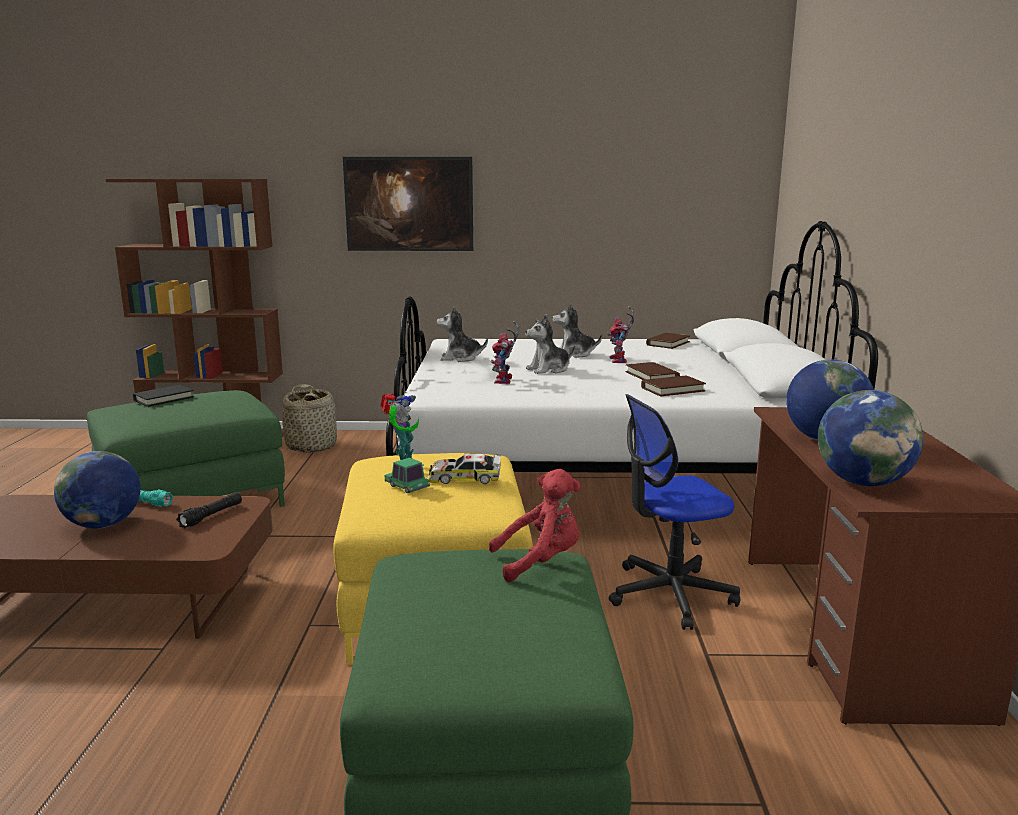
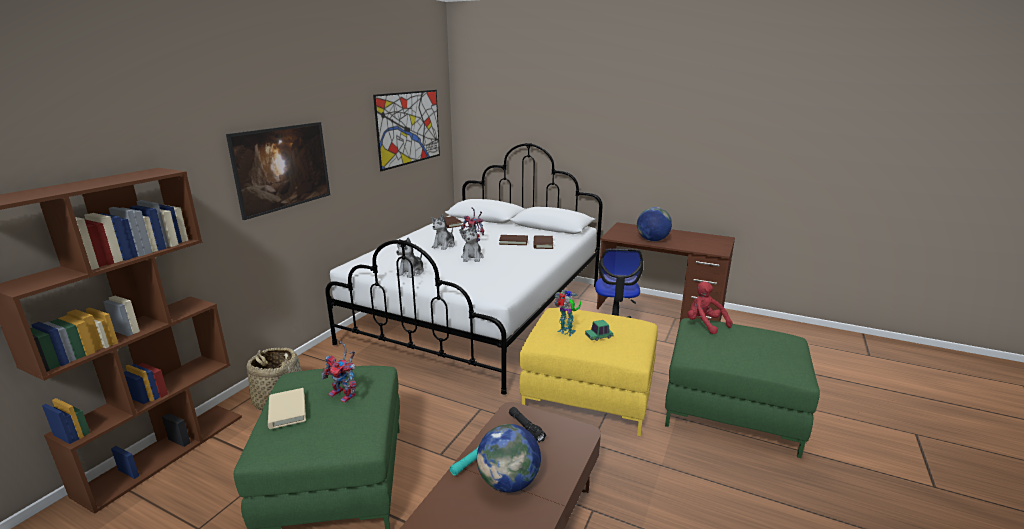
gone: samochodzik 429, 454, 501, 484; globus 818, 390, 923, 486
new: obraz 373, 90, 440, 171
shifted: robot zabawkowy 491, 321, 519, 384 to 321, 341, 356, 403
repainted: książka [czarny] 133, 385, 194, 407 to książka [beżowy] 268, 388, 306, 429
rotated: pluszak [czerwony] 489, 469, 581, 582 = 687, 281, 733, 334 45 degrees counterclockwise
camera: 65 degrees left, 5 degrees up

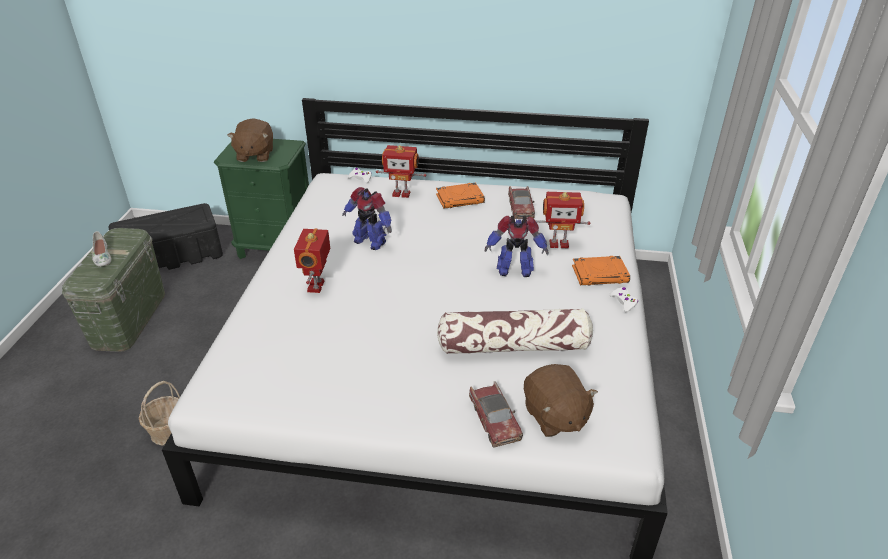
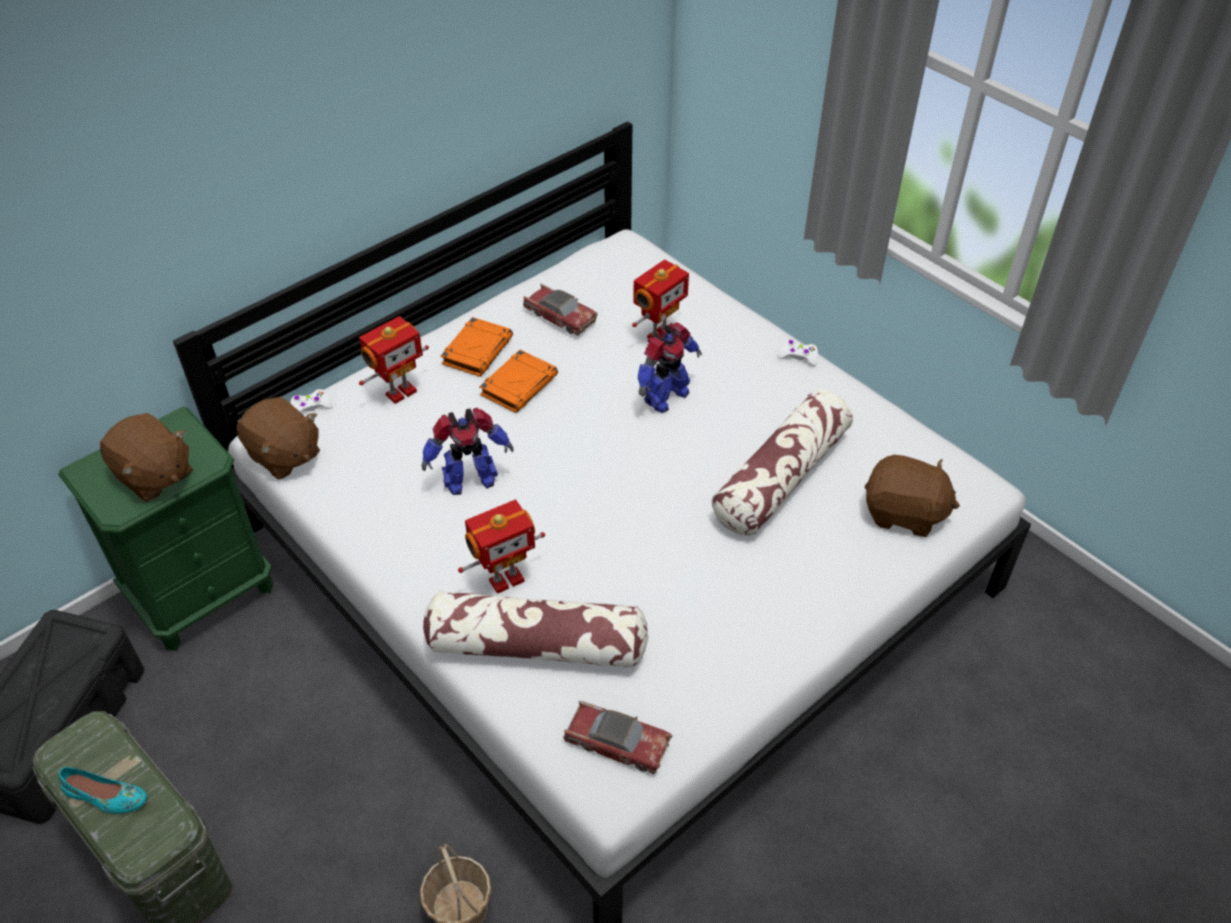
new: pluszak [brązowy] 236, 397, 320, 480; poduszka 423, 591, 648, 668
shifted: samochodzik 469, 381, 523, 448 to 563, 701, 672, 774; książka [pomarańczowy] 572, 256, 630, 286 to 479, 350, 558, 413
repainted: but [biały] 92, 231, 111, 267 to but [turkusowy] 58, 767, 147, 813
rotated: robot zabawkowy 294, 228, 330, 293 = 458, 500, 545, 594 75 degrees counterclockwise
camera: 50 degrees left, 10 degrees up

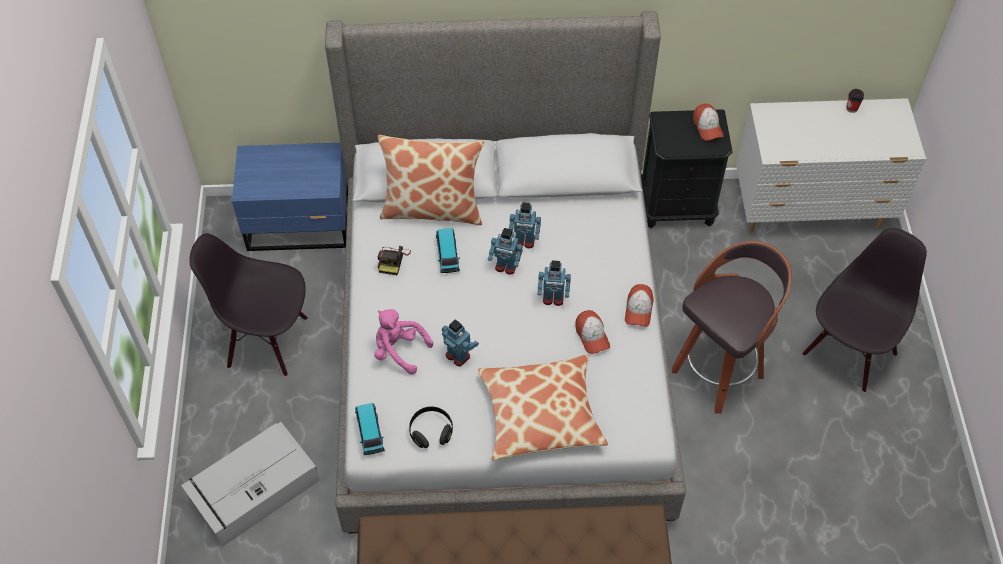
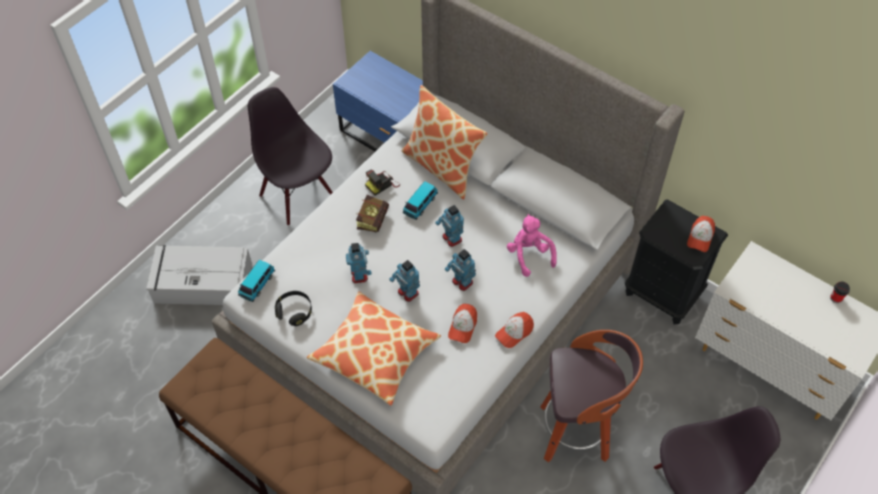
new: książka 356, 195, 389, 233
shifted: pluszak [różowy] 374, 309, 433, 375 to 507, 214, 557, 277; robot zabawkowy 509, 202, 541, 248 to 389, 260, 420, 302
camera: 40 degrees right, 0 degrees up

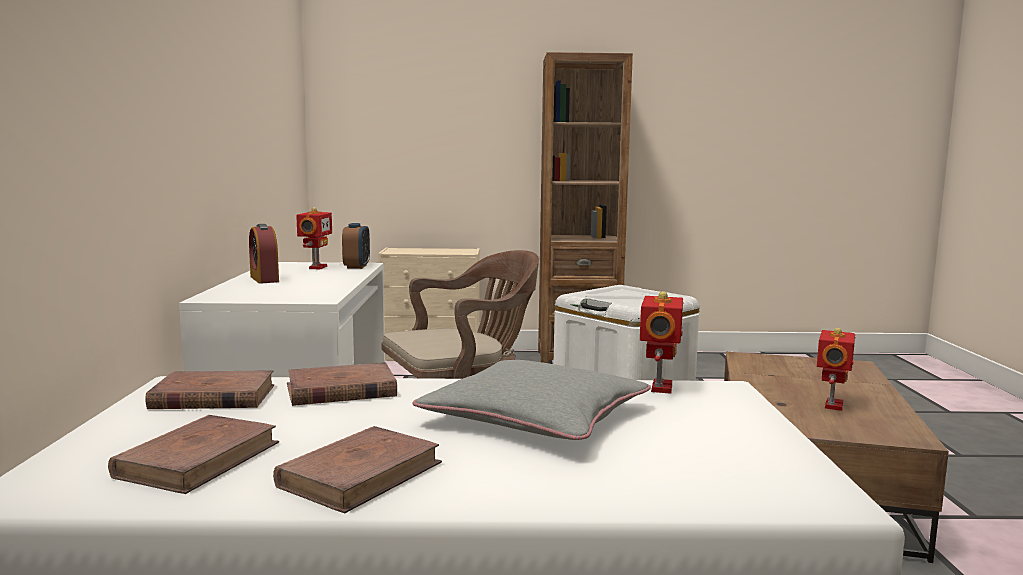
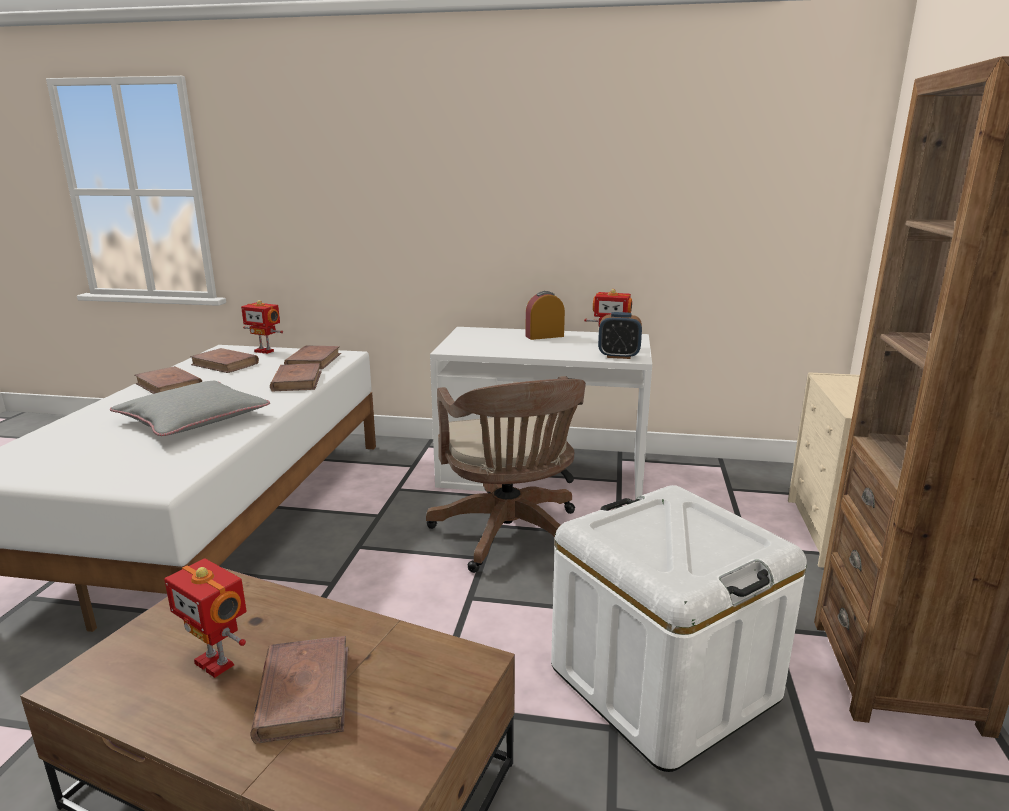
new: książka [brązowy] 250, 636, 349, 744
shifted: robot zabawkowy 640, 291, 684, 394 to 241, 300, 283, 354
camera: 100 degrees right, 10 degrees up

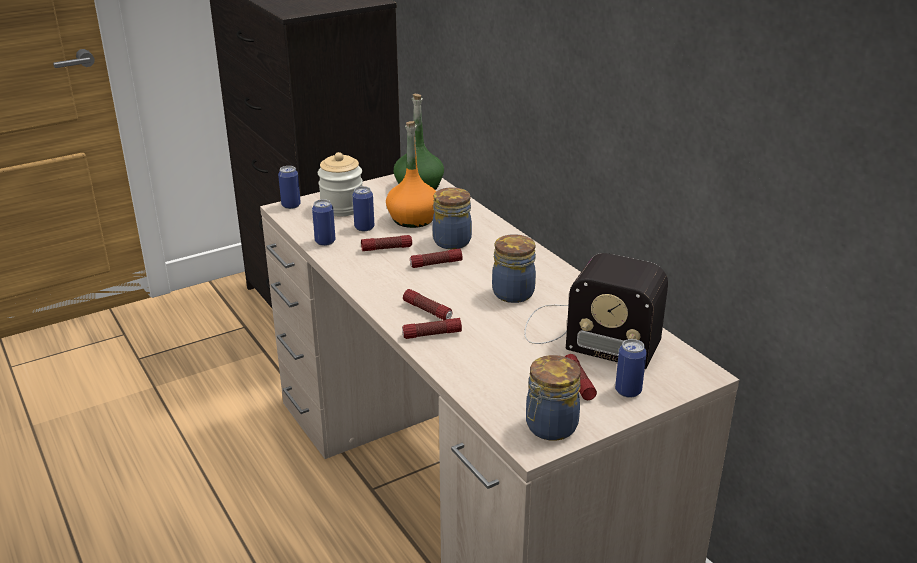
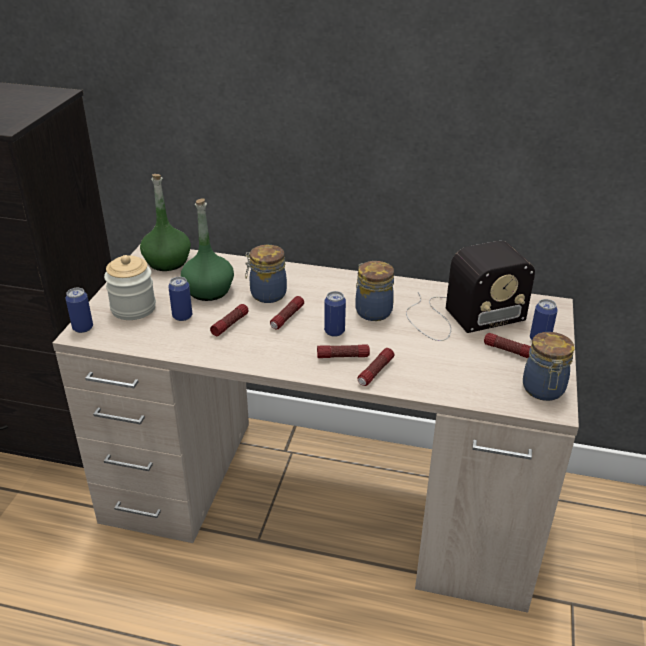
shifted: puszka 312, 199, 335, 246 to 324, 291, 346, 337
repainted: butelka [pomarańczowy] 386, 121, 436, 228 to butelka [zielony] 181, 199, 234, 301
camera: 45 degrees left, 5 degrees up

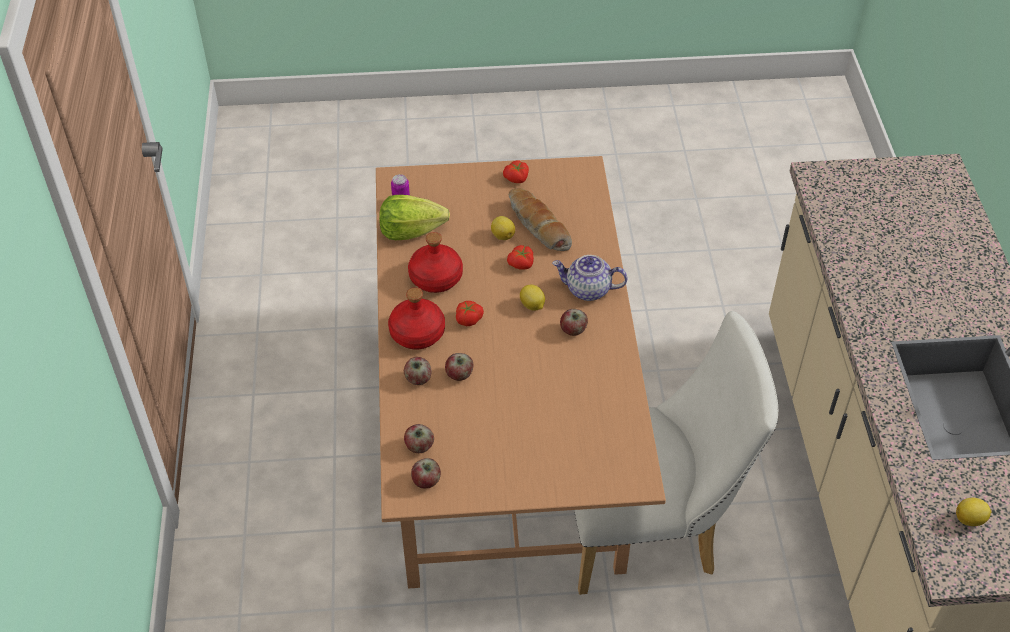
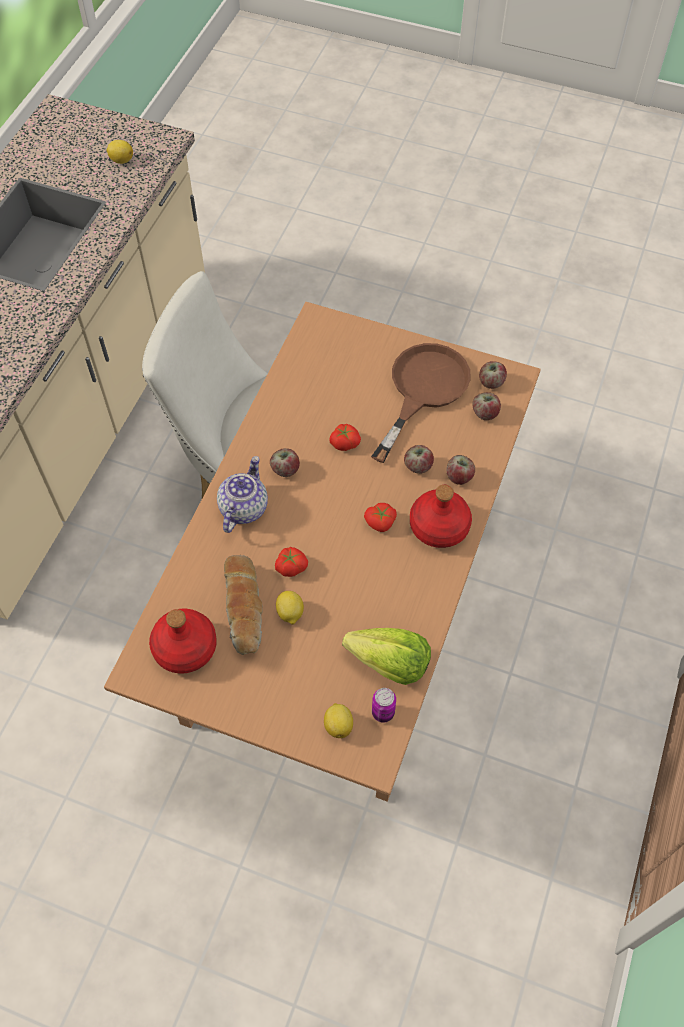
new: patelnia [brązowy] 371, 343, 471, 463
shifted: butelka [czerwony] 408, 232, 463, 293 to 149, 609, 217, 674; pomidor 503, 160, 529, 183 to 329, 424, 361, 451; cytryna 520, 285, 545, 311 to 324, 703, 353, 738
rotated: imbryk 552, 255, 627, 301 = 217, 456, 268, 533 105 degrees counterclockwise
camera: 155 degrees left, 10 degrees up

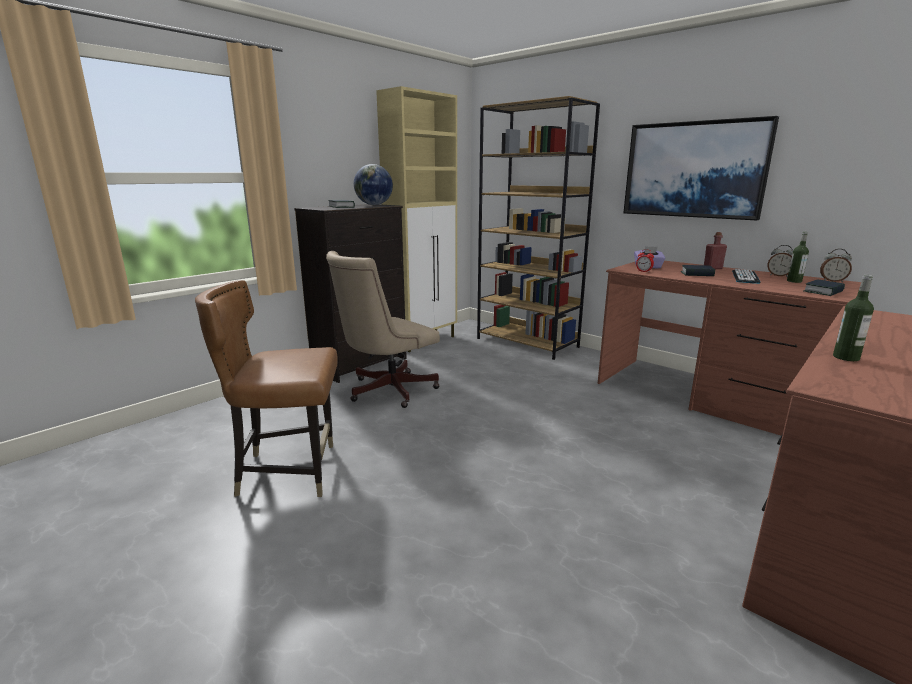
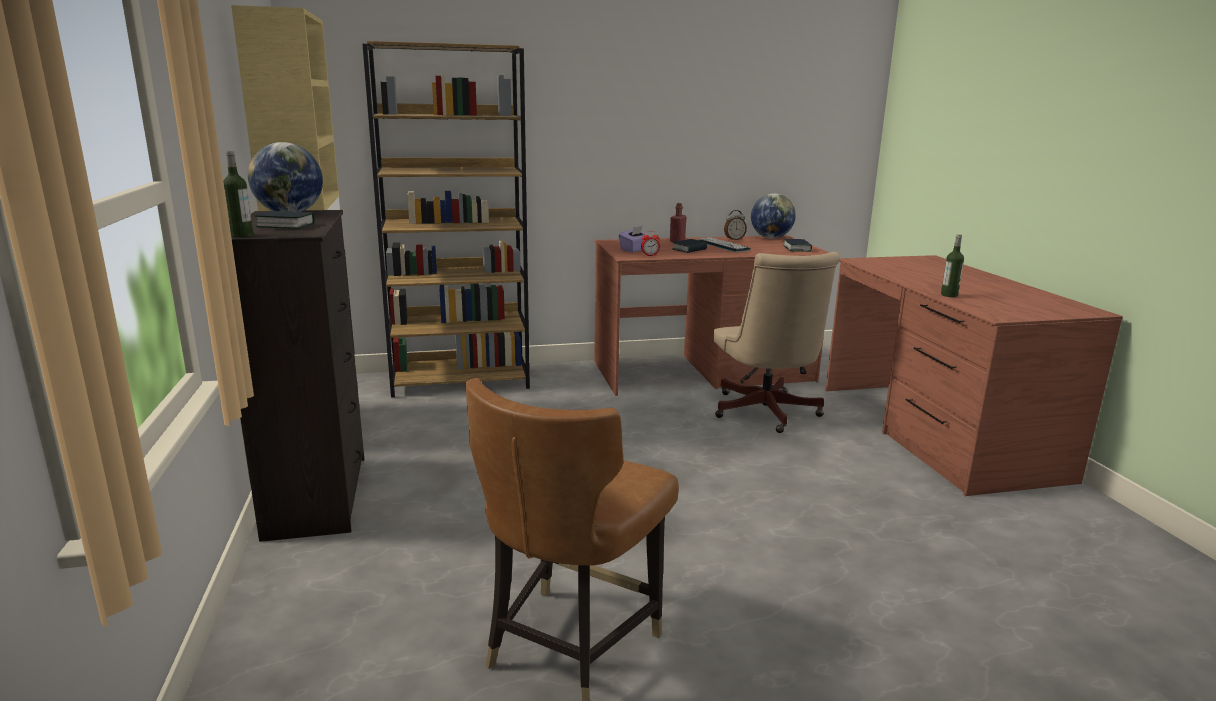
gone: obraz 623, 116, 779, 220
shifted: krzesło biurowe [beżowy] 326, 251, 440, 408 to 714, 252, 840, 433; butelka 787, 232, 809, 283 to 223, 151, 253, 237
swapped: budzik 820, 249, 852, 282 to globus 751, 194, 796, 239
camera: 55 degrees left, 0 degrees up

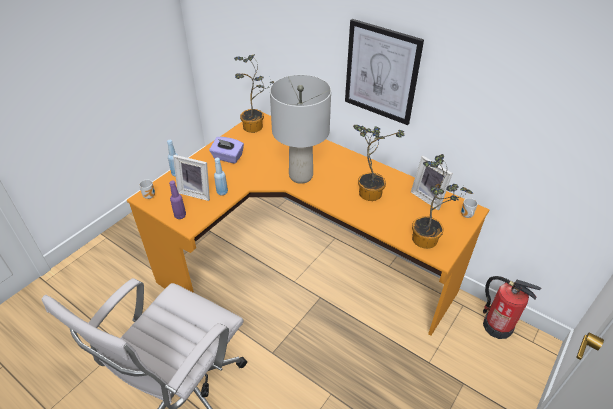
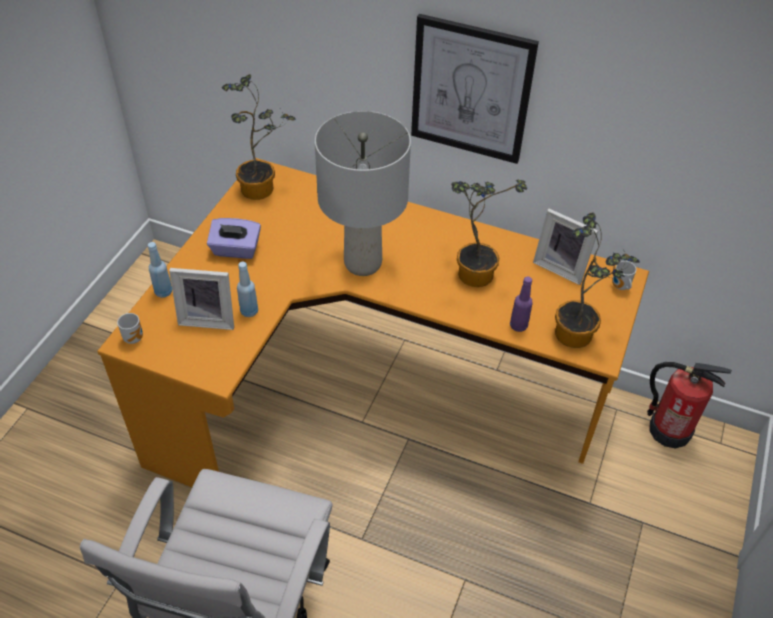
shifted: butelka [fioletowy] 169, 181, 186, 219 to 510, 276, 532, 332
camera: 15 degrees left, 5 degrees up

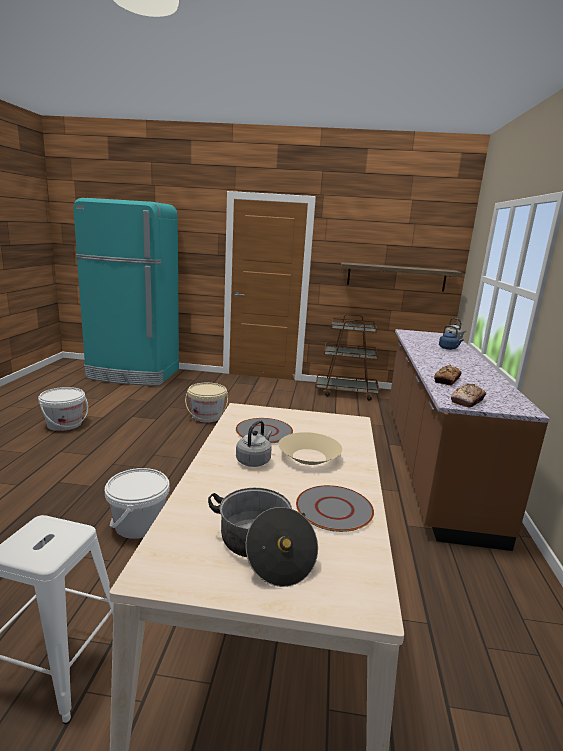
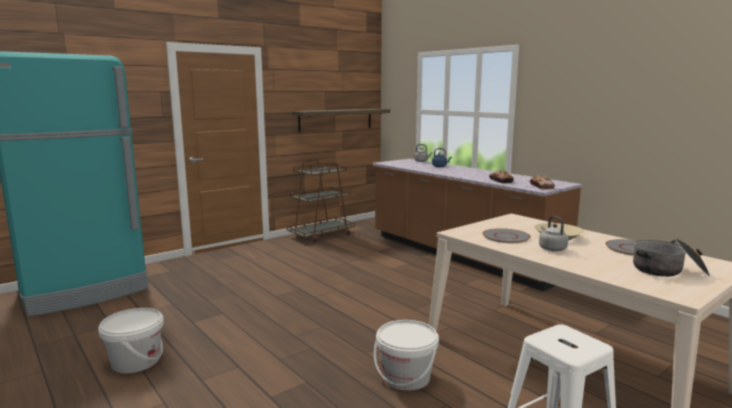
gone: wiadro [beżowy] 185, 383, 228, 423
camera: 45 degrees left, 5 degrees down

